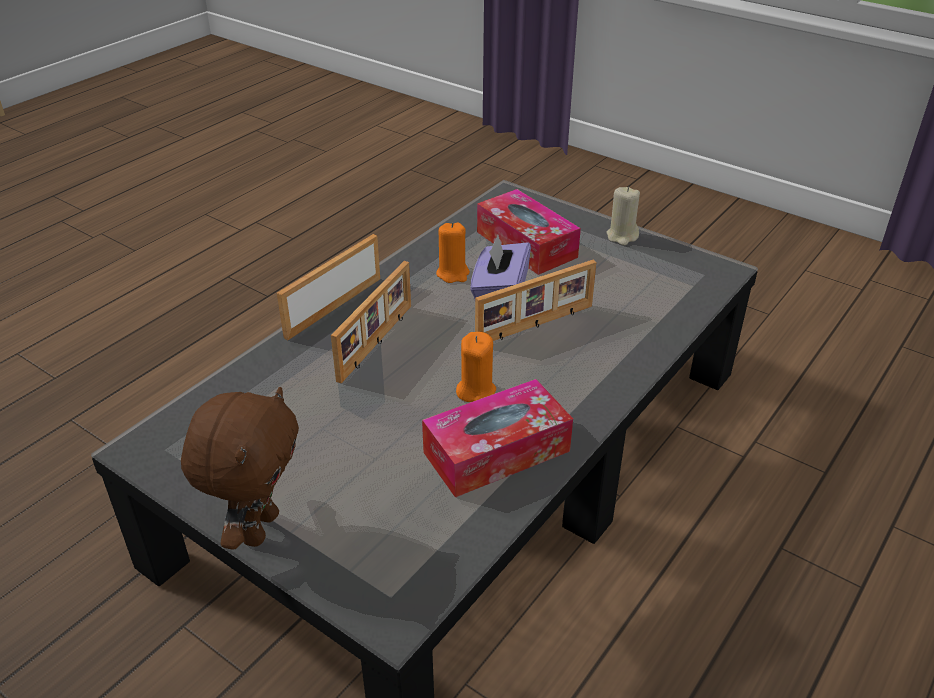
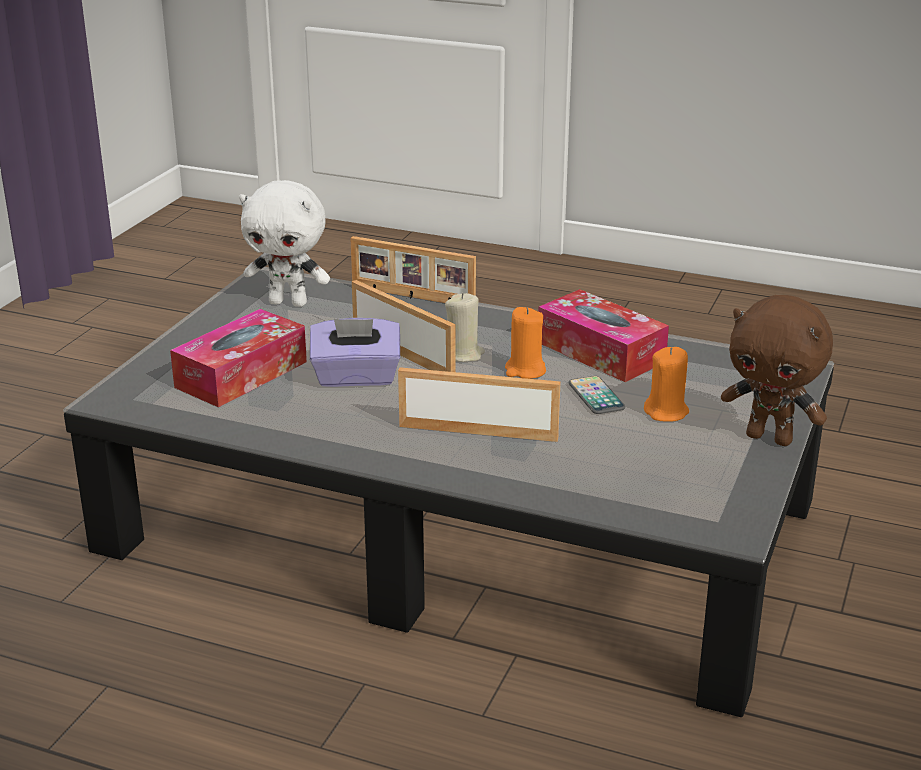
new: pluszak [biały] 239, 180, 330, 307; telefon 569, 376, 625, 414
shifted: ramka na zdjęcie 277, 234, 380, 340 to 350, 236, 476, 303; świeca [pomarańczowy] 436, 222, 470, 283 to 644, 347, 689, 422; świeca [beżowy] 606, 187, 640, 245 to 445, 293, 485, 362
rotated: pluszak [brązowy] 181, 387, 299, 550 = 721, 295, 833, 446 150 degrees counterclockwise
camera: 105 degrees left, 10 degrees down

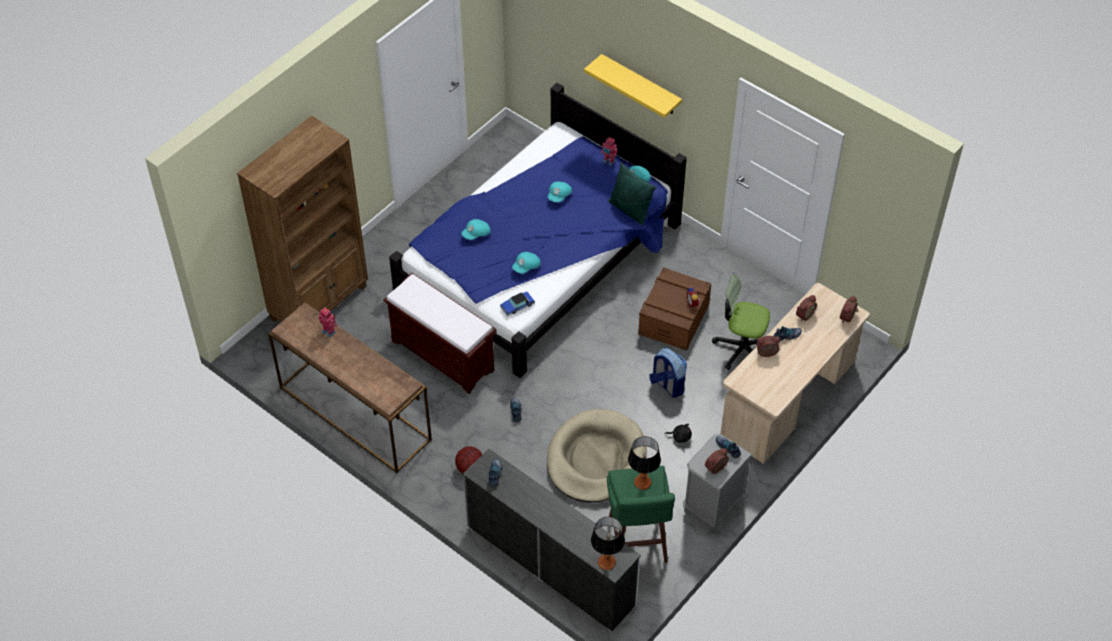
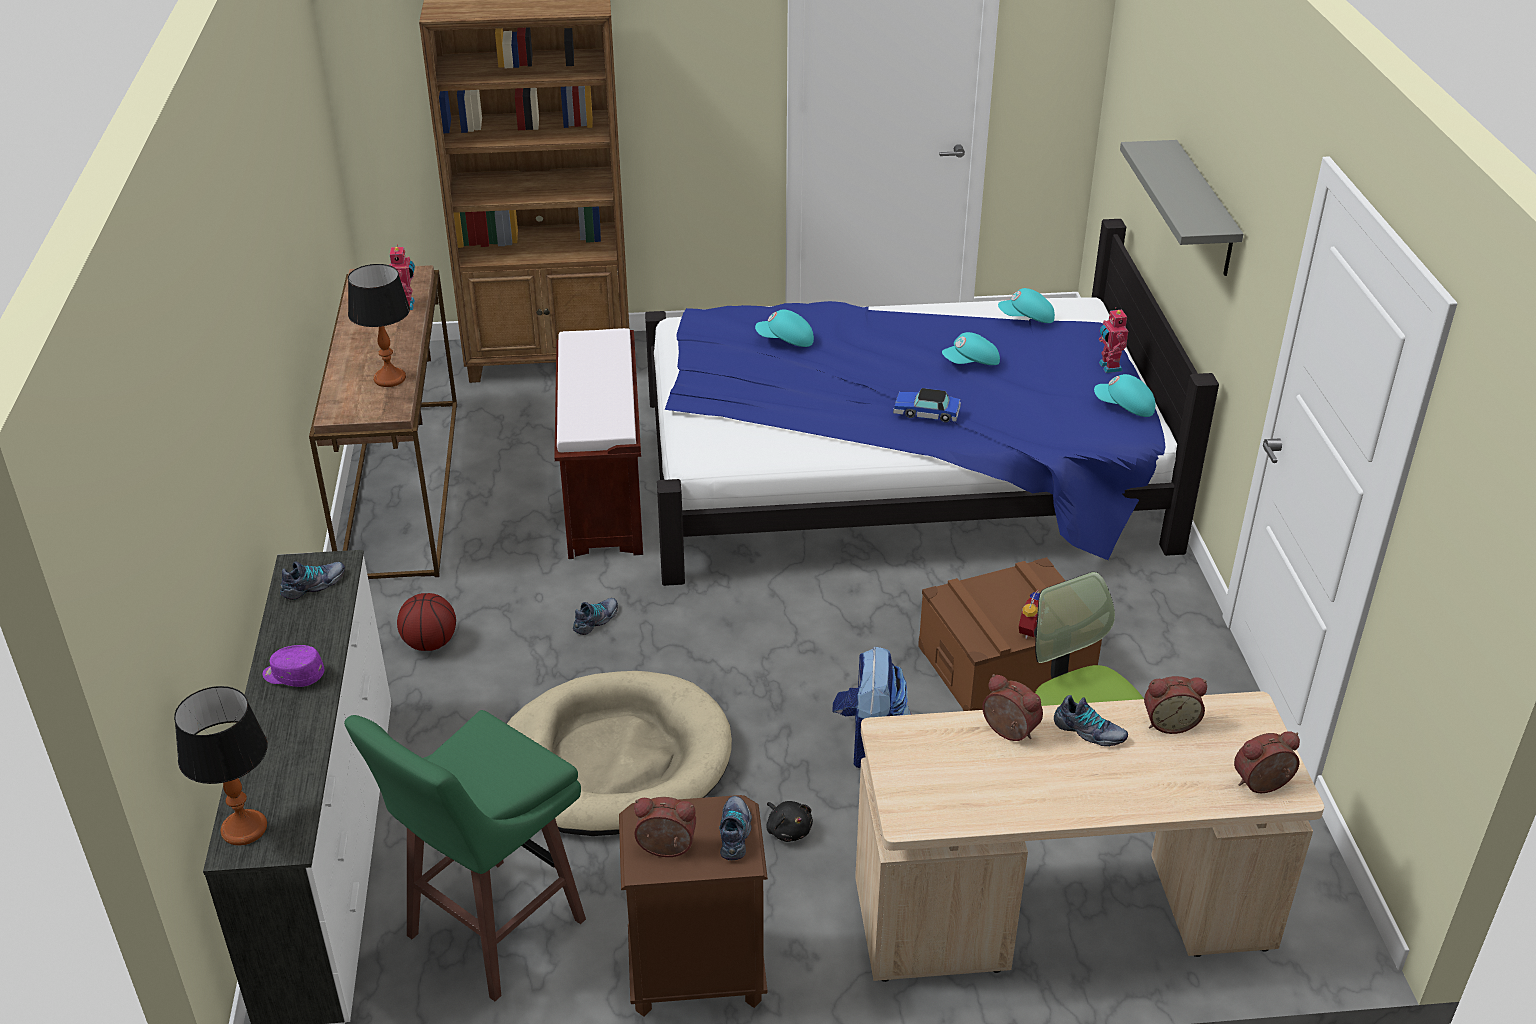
gone: poduszka [zielony] 608, 162, 656, 226
new: czapka z daszkiem [fioletowy] 263, 645, 325, 687
shifted: samochodzik 500, 291, 535, 316 to 893, 388, 961, 423; czapka z daszkiem [turkusowy] 512, 252, 541, 274 to 998, 288, 1055, 323; lampa stołowa 628, 436, 661, 490 to 348, 264, 410, 387
repainted: półka [żółty] 584, 54, 682, 118 to półka [szary] 1120, 140, 1243, 276; szafka nocna [szary] 683, 434, 752, 530 to szafka nocna [brązowy] 619, 795, 768, 1017
camera: 45 degrees right, 15 degrees down

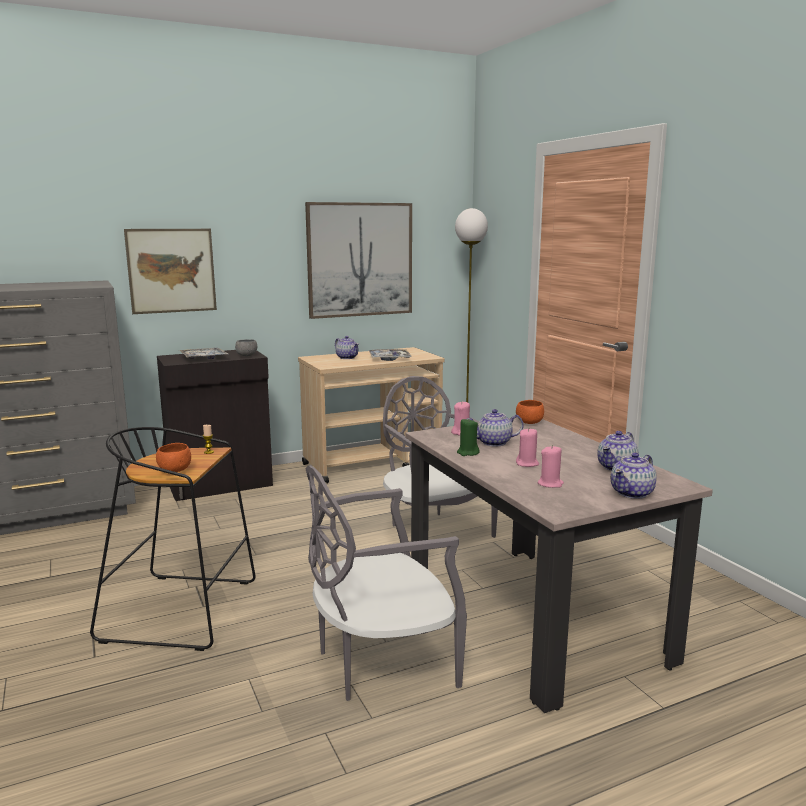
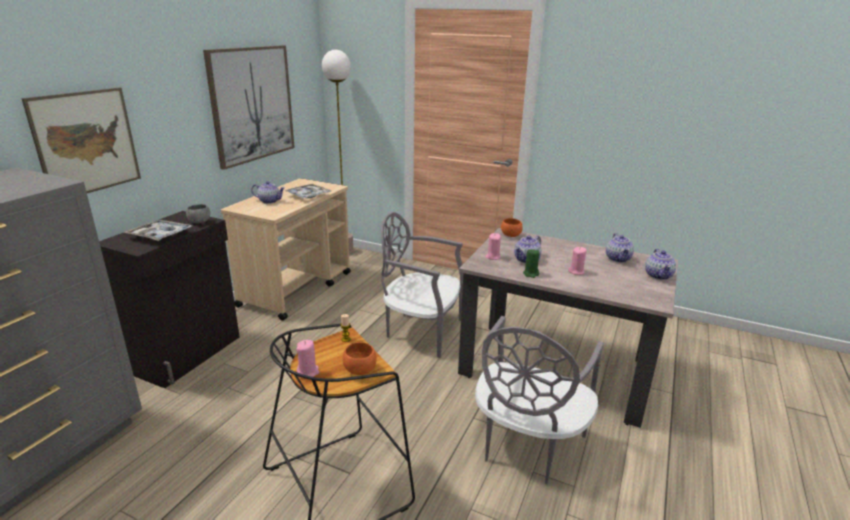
shifted: świeca [różowy] 538, 445, 564, 488 to 296, 340, 319, 378
camera: 40 degrees left, 10 degrees up

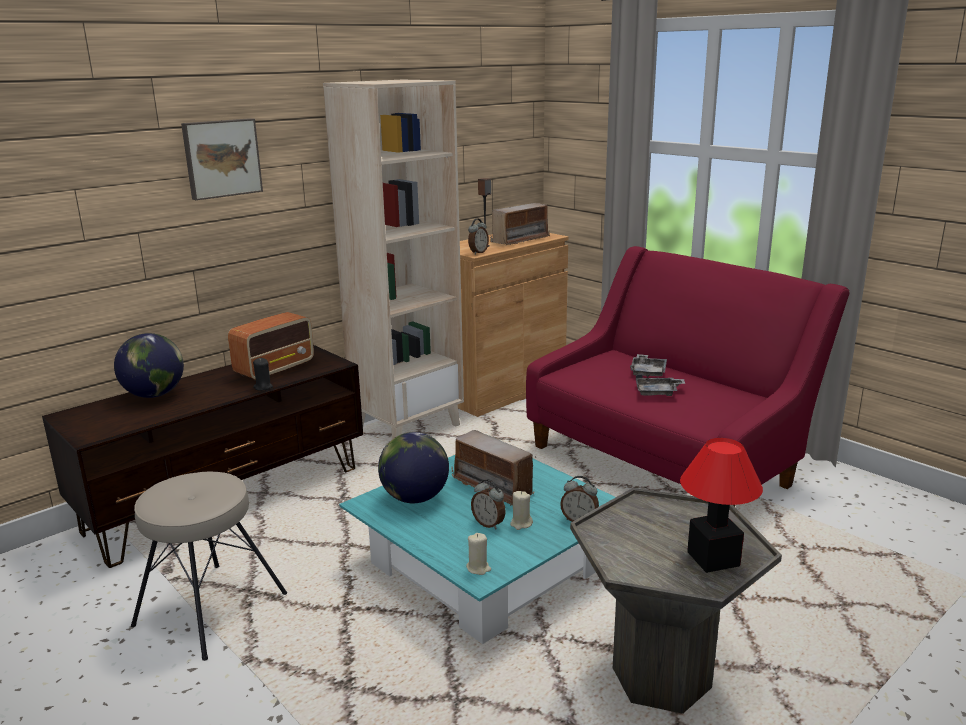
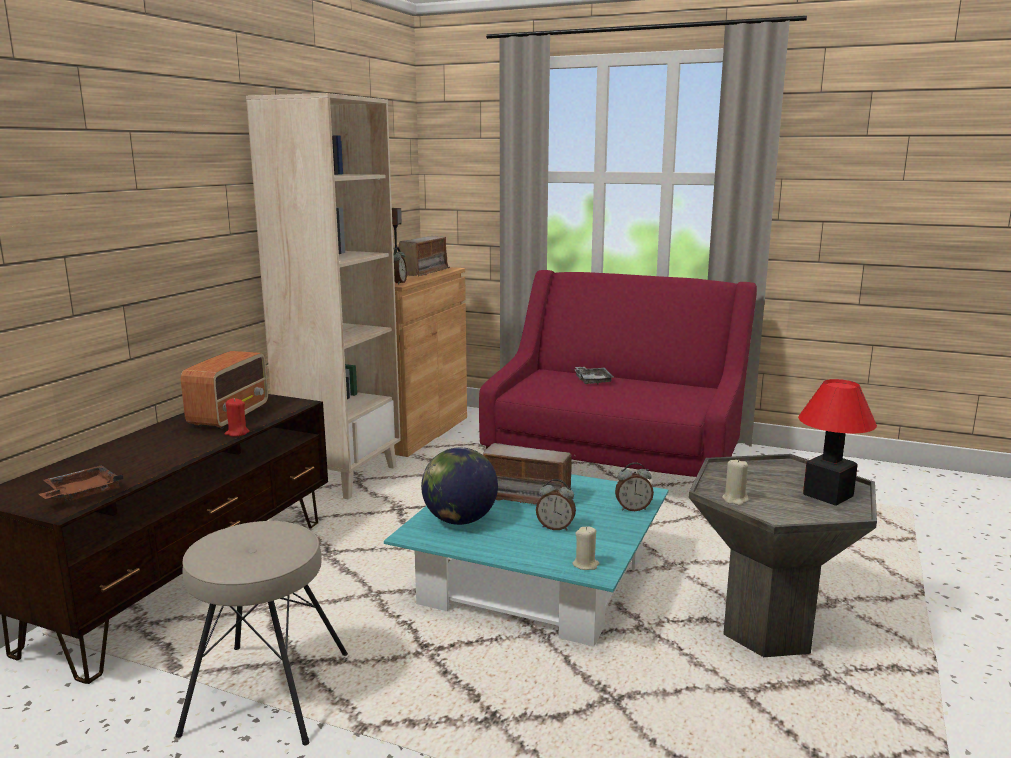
gone: globus 114, 333, 184, 398; obraz 181, 118, 263, 200; taca [szary] 636, 374, 685, 396
new: taca [brązowy] 39, 465, 124, 501
shifted: świeca [beżowy] 510, 491, 533, 530 to 722, 458, 748, 505
repainted: świeca [czarny] 253, 358, 273, 391 to świeca [czerwony] 225, 398, 250, 437
camera: 25 degrees left, 5 degrees down

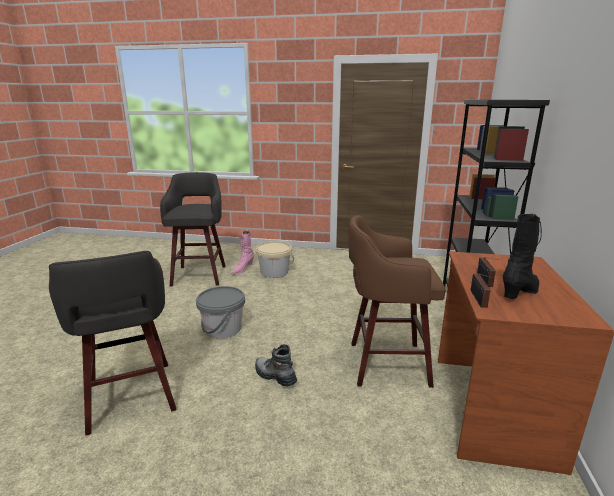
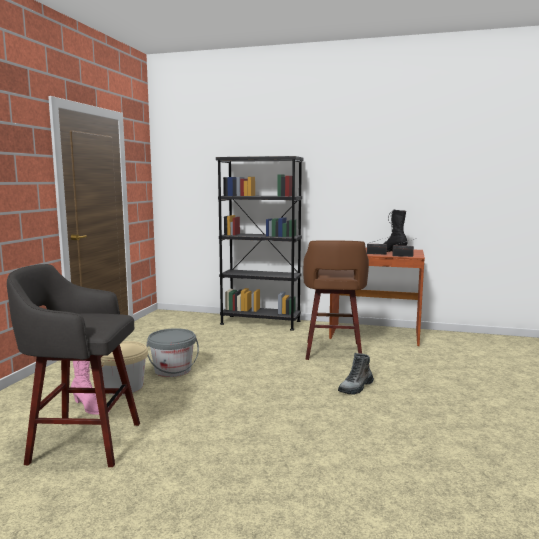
gone: stołek [szary] 49, 251, 177, 436
shifted: wiadro [szary] 196, 286, 245, 339 to 147, 328, 199, 377
camera: 85 degrees left, 10 degrees down

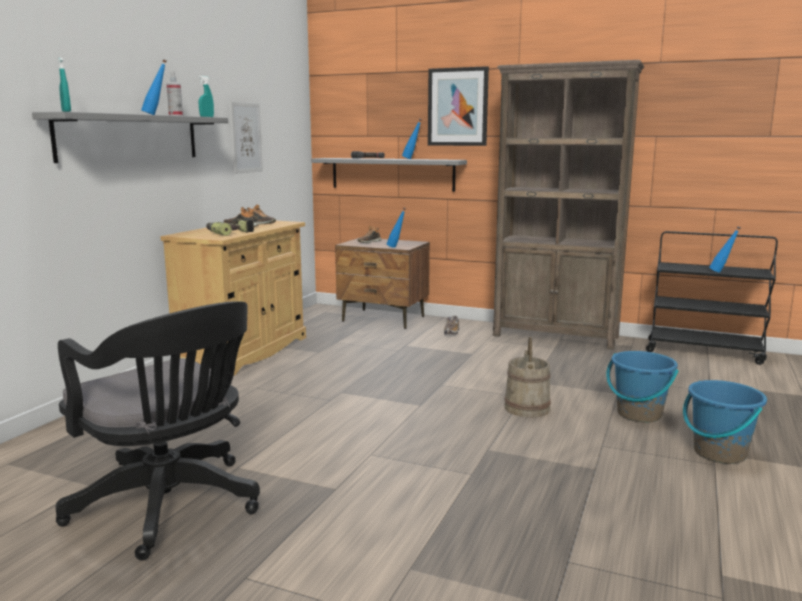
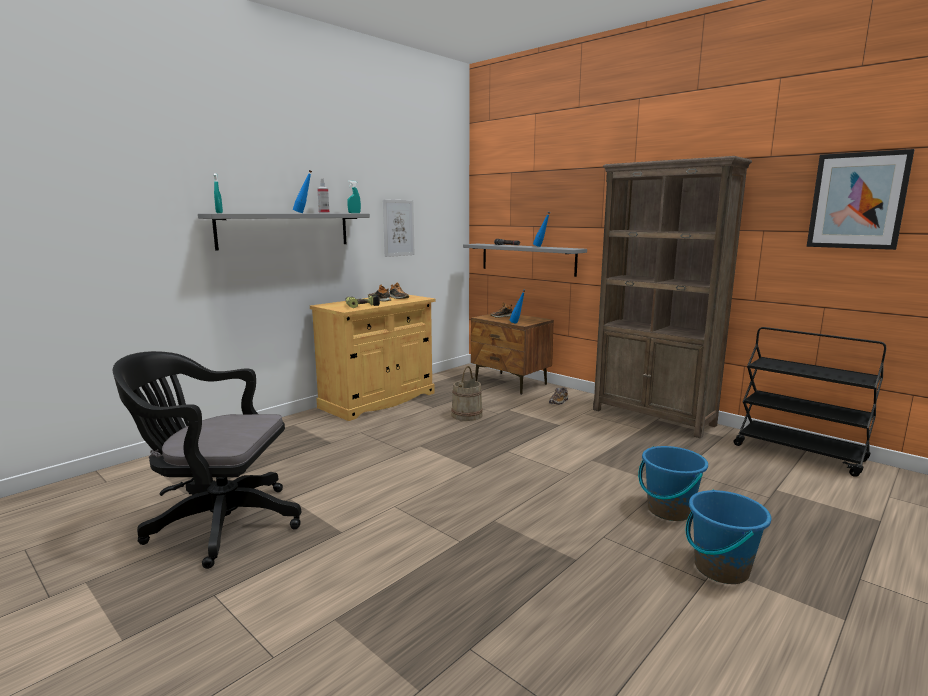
gone: butelka [niebieski] 709, 226, 740, 272
shifted: obraz 428, 66, 489, 146 to 807, 149, 915, 250; wiadro [beżowy] 505, 337, 551, 417 to 451, 366, 483, 421
rotated: krzesło biurowe [czarny] 56, 302, 260, 560 = 113, 351, 302, 569 120 degrees clockwise
camera: 20 degrees right, 0 degrees up

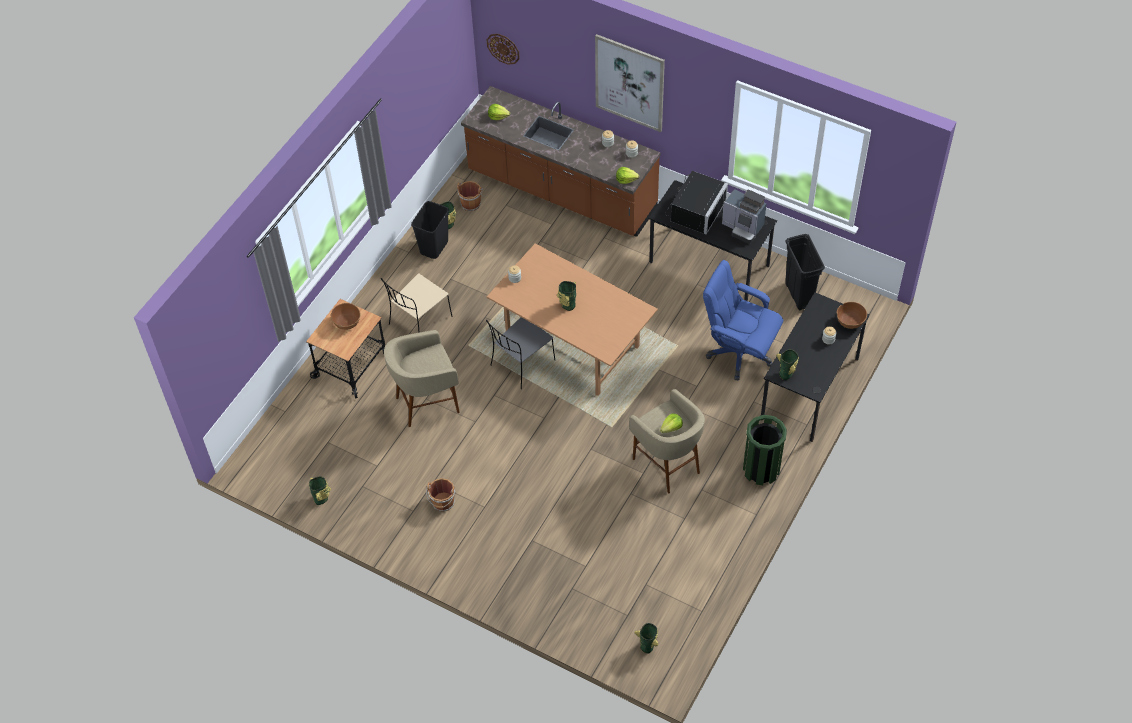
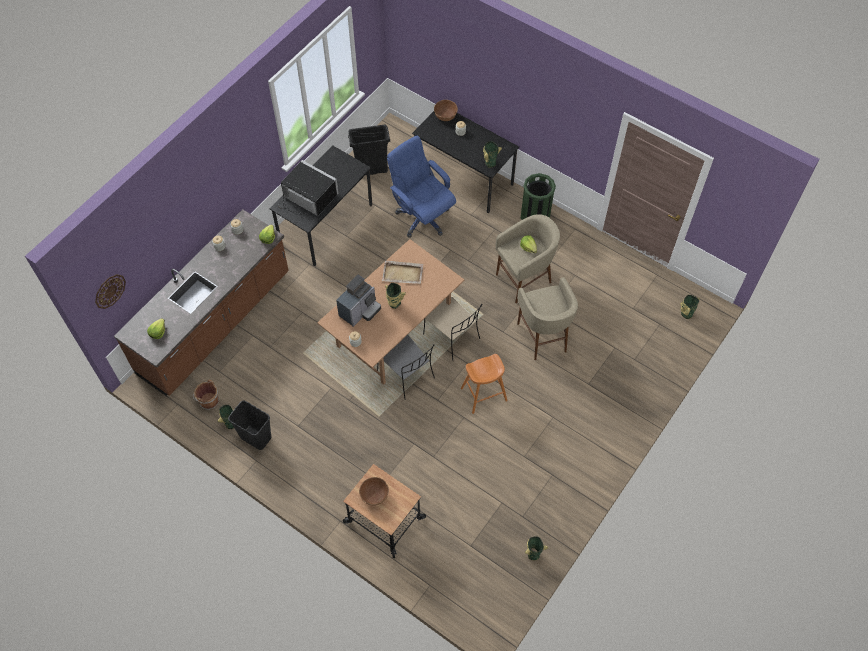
gone: wiadro [brązowy] 426, 478, 456, 512; obraz 595, 34, 665, 132
new: taca [beżowy] 382, 261, 423, 284; stołek [pomarańczowy] 461, 354, 508, 414
shifted: krzesło [beżowy] 381, 273, 453, 333 to 423, 296, 482, 361; stołek [beżowy] 384, 330, 460, 427 to 517, 277, 578, 360; ekspres do kawy 722, 189, 767, 244 to 336, 275, 381, 327
rotated: krzesło biurowe [niebieski] 703, 260, 783, 380 = 387, 135, 456, 238 105 degrees clockwise
camera: 85 degrees left, 5 degrees up

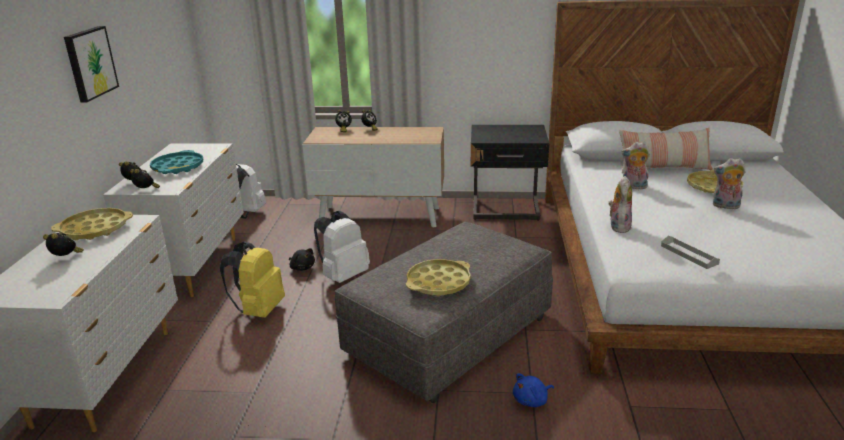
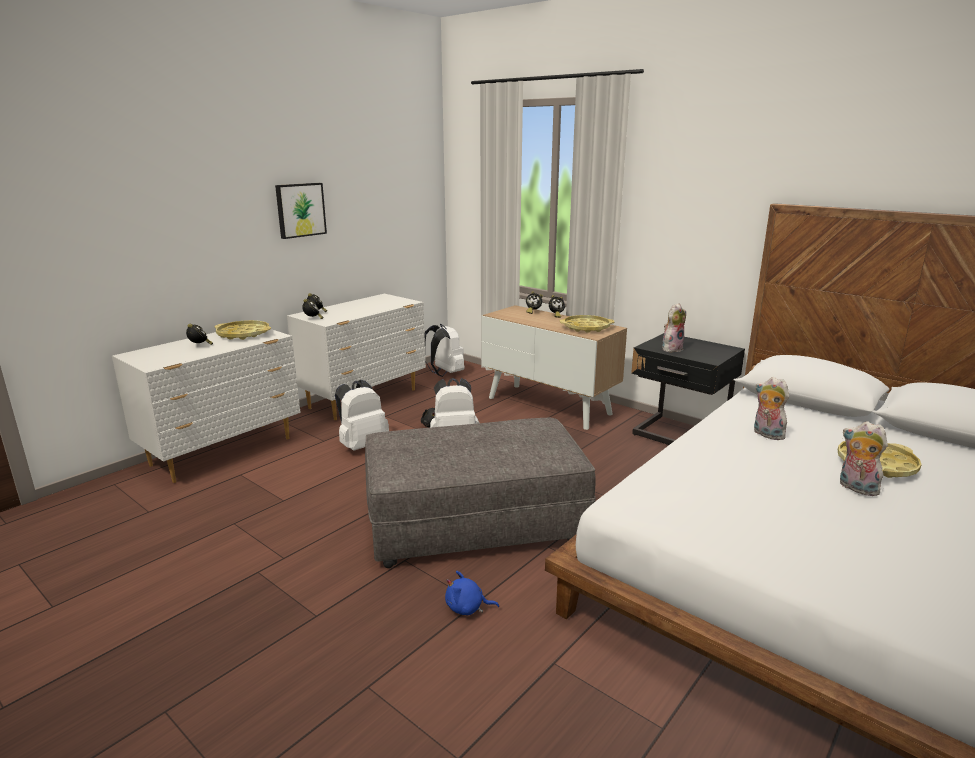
gone: taca [turkusowy] 150, 150, 203, 174; poduszka 619, 128, 713, 173; taca [szary] 661, 236, 720, 269
shifted: taca [żółty] 406, 259, 471, 296 to 560, 315, 614, 333; pluszak 608, 176, 632, 233 to 662, 303, 686, 352
repainted: plecak [żółty] 220, 242, 285, 318 to plecak [biały] 335, 380, 389, 451
camera: 35 degrees right, 5 degrees down

